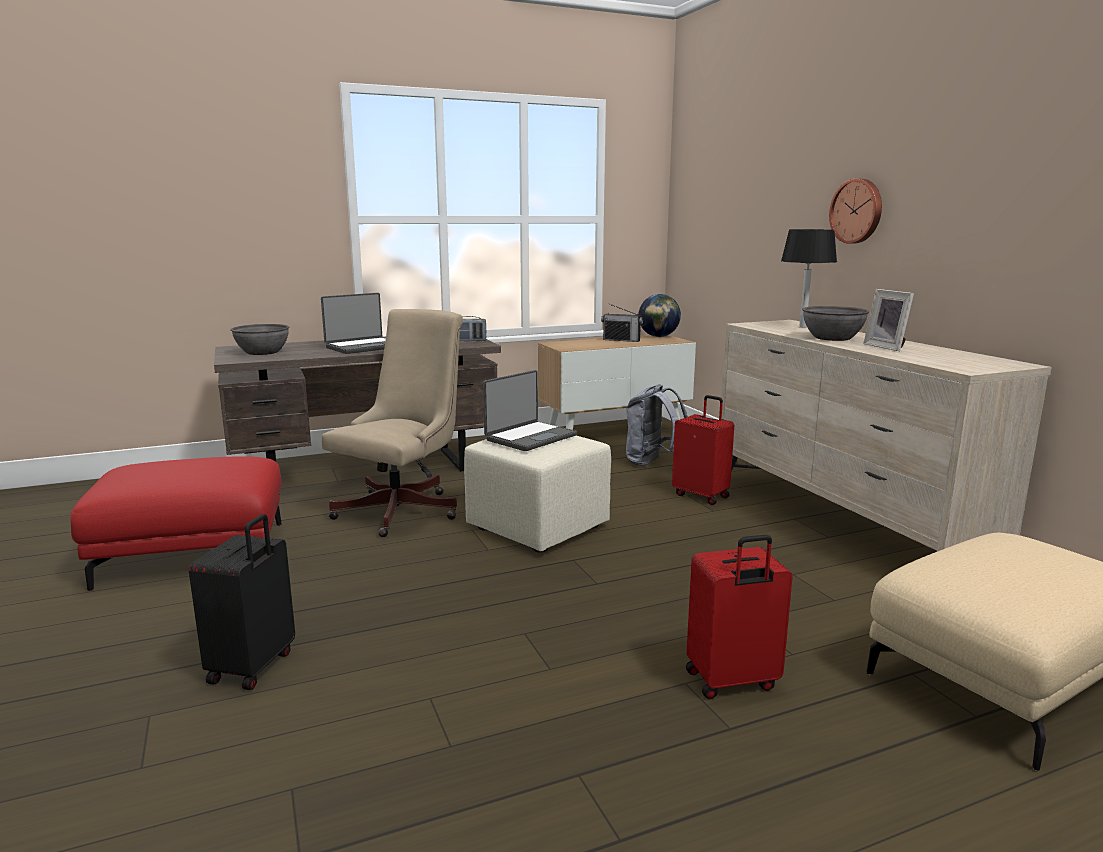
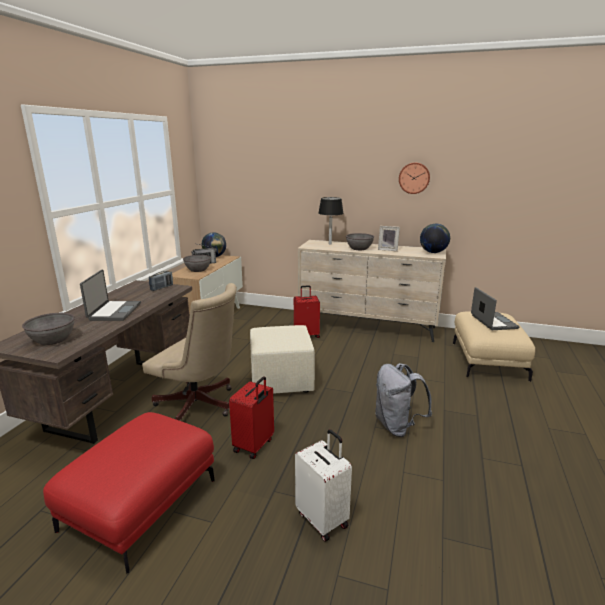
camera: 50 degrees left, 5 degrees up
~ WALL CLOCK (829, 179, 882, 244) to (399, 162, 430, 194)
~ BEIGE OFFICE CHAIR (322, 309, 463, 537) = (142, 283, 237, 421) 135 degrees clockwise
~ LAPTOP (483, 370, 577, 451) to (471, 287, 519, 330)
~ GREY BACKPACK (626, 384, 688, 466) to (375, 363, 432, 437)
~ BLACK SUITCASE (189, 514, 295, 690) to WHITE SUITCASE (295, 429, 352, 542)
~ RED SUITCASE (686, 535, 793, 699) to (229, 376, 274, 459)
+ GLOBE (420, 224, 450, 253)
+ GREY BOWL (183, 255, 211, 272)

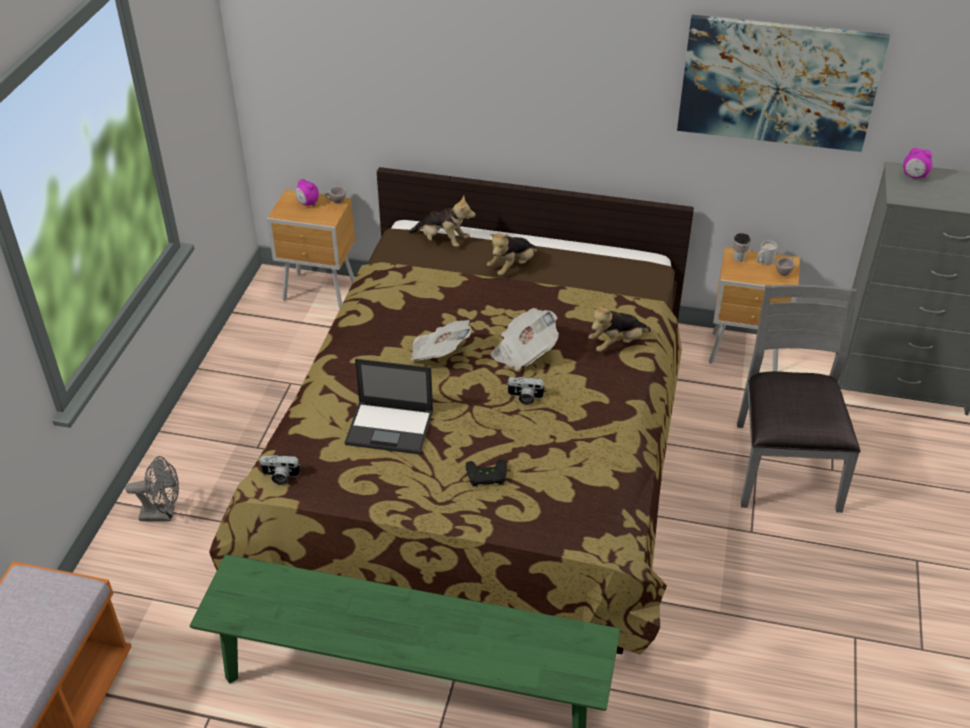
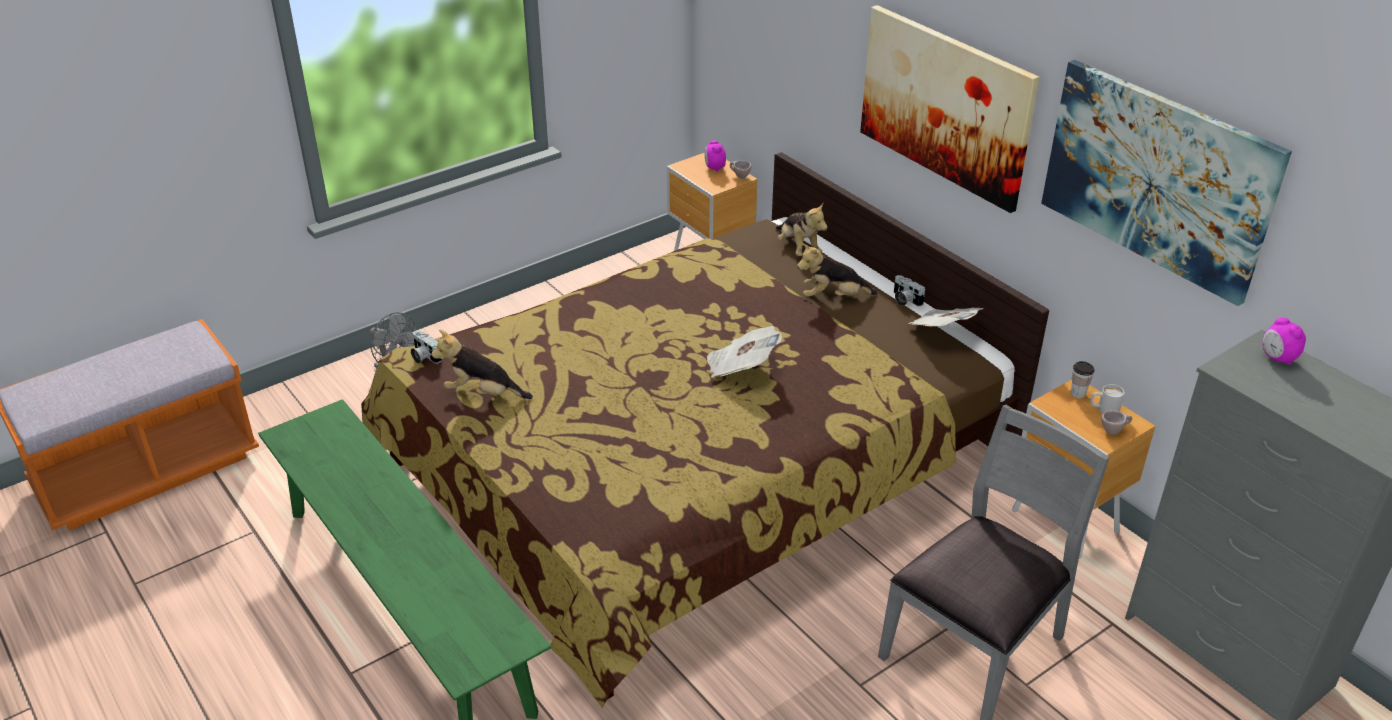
camera: 40 degrees right, 5 degrees down
~ PLUSH TOY (588, 306, 651, 352) to (432, 330, 533, 399)
~ NEWSPAPER (410, 320, 472, 361) to (908, 307, 984, 326)
- LAPTOP (344, 359, 433, 455)
~ PHOTO CAMERA (508, 377, 544, 405) to (894, 275, 925, 307)
- BLACK GAME CONTROLLER (466, 459, 507, 486)
+ PICTURE (860, 5, 1040, 213)

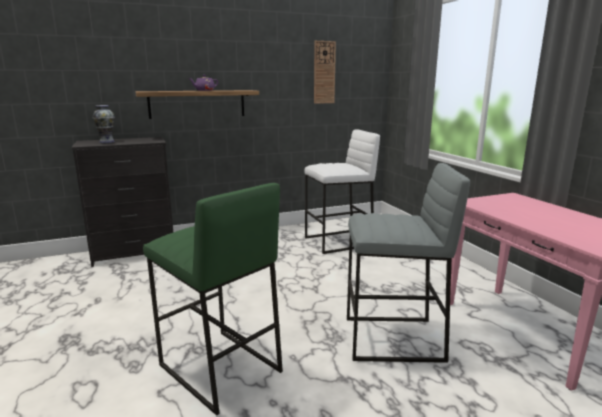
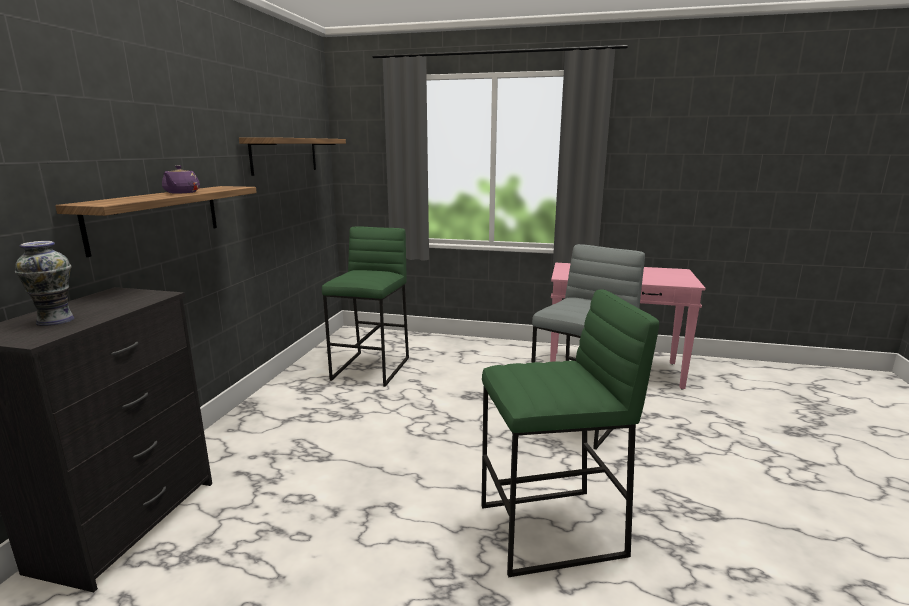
camera: 55 degrees left, 0 degrees up
~ WALL CLOCK (314, 41, 336, 104) to SHELF (239, 137, 346, 176)
~ WHITE STOOL (304, 130, 380, 254) to GREEN STOOL (322, 226, 409, 387)

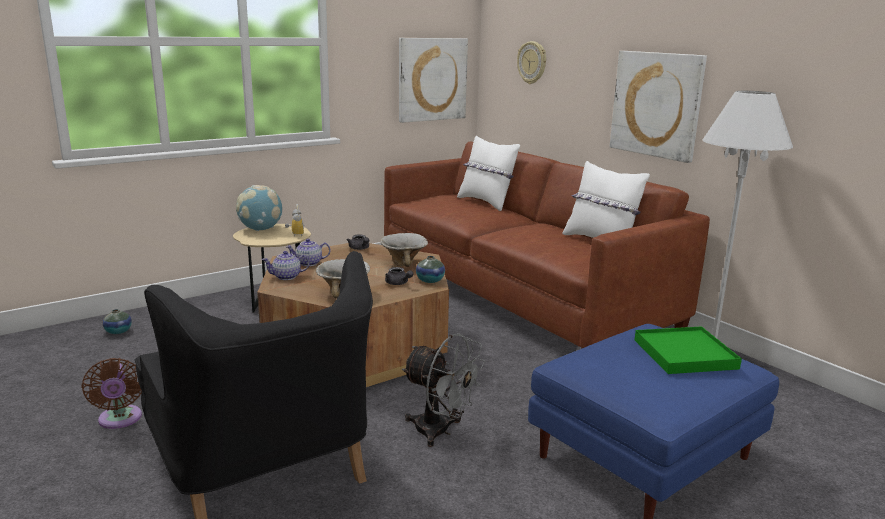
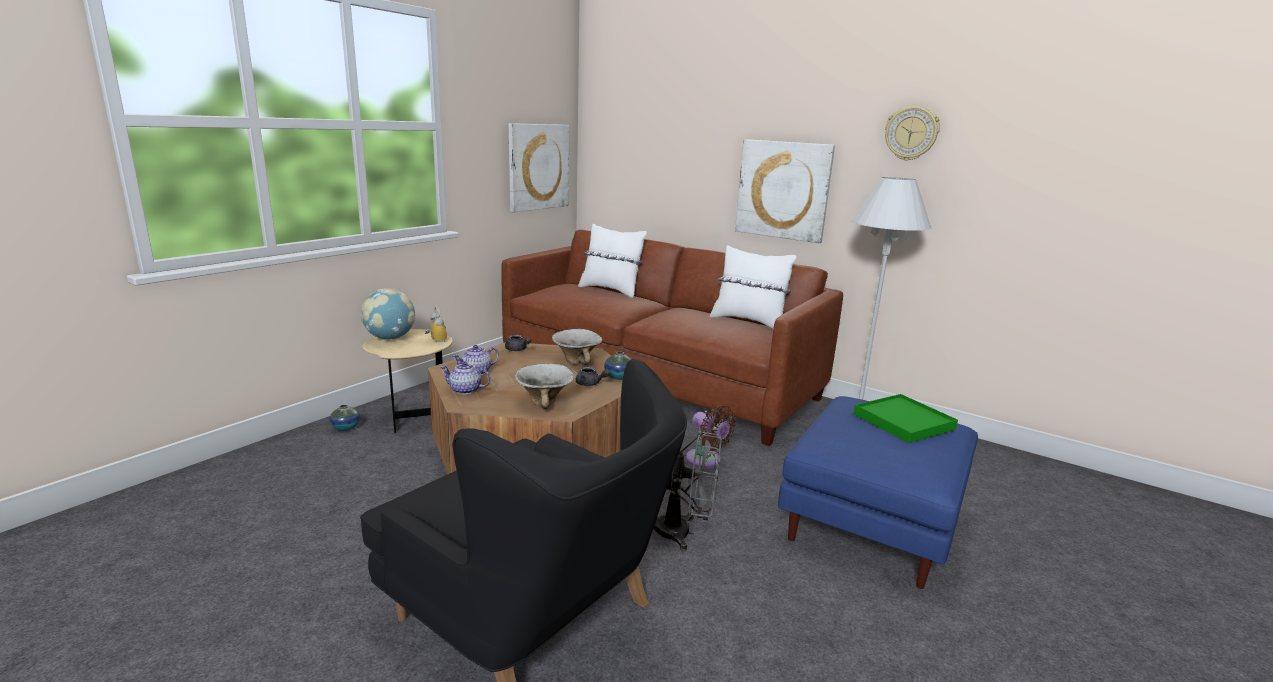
camera: 20 degrees left, 0 degrees up
~ WALL CLOCK (517, 41, 546, 84) to (885, 106, 940, 161)
~ TEAPOT (262, 251, 310, 280) = (440, 361, 491, 394) 45 degrees clockwise
~ VASE (102, 309, 132, 334) to (330, 405, 360, 431)
~ BROWN FAN (82, 358, 142, 429) to (686, 405, 736, 468)

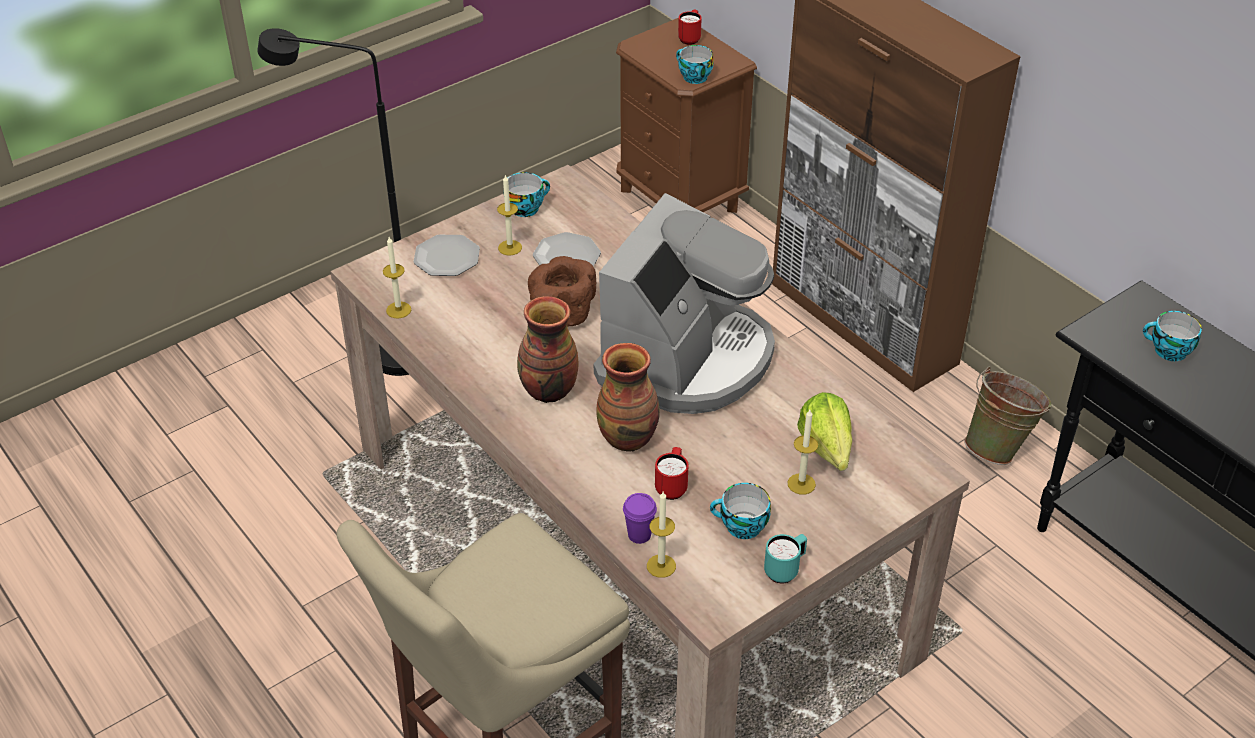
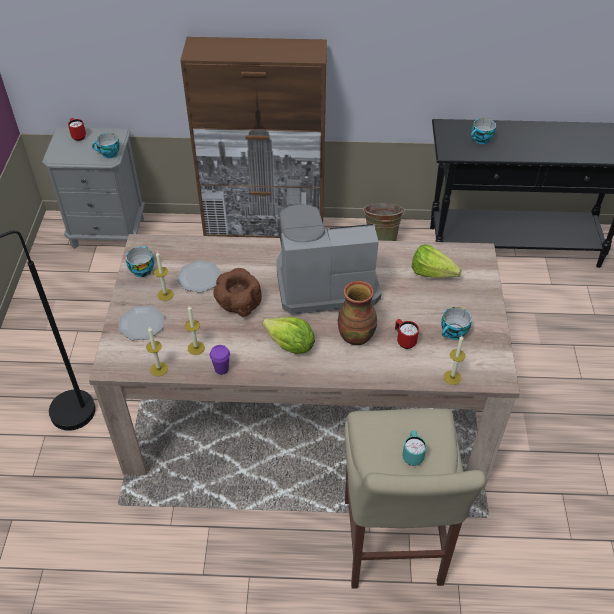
camera: 50 degrees left, 5 degrees up
~ BROWN NIGHTSTAND (616, 18, 757, 213) to GREY NIGHTSTAND (42, 127, 145, 249)
~ COFFEE MACHINE (594, 193, 775, 414) = (276, 205, 381, 315) 75 degrees counterclockwise
~ VASE (517, 296, 579, 403) to LETTUCE (262, 317, 315, 354)
~ CANDLE (787, 410, 818, 495) to (185, 306, 205, 355)
~ PURPLE CUP (623, 493, 657, 544) to (210, 345, 230, 375)
~ TURQUOISE MUG (764, 534, 807, 583) to (402, 430, 427, 466)

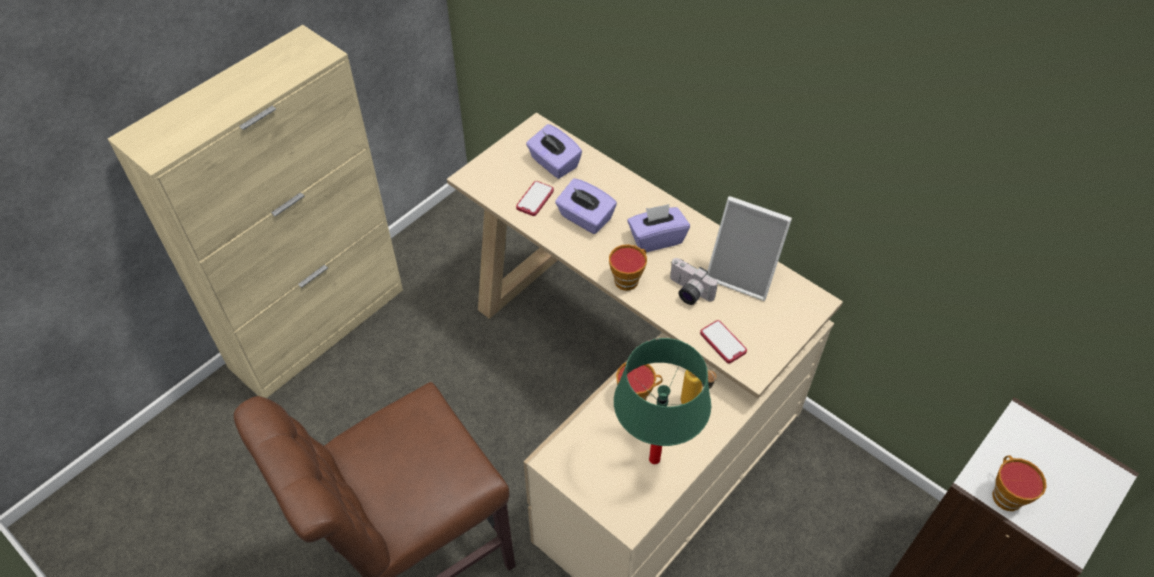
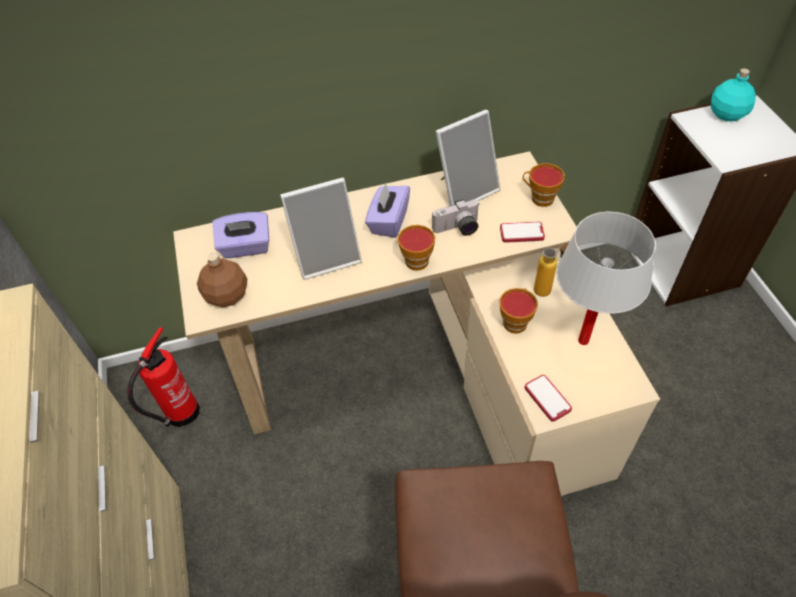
camera: 55 degrees left, 0 degrees up
~ PURPLE TISSUE BOX (555, 178, 617, 234) to PICTURE FRAME (280, 177, 362, 280)
~ PHONE (516, 181, 554, 216) to (524, 375, 572, 422)
~ GREEN TABLE LAMP (614, 338, 711, 464) to WHITE TABLE LAMP (556, 212, 656, 345)
~ CUP (992, 455, 1047, 511) to (523, 163, 565, 207)
+ TURQUOISE BOTTLE (711, 68, 756, 121)
+ BROWN BOTTLE (197, 253, 247, 307)
+ FIRE EXTINGUISHER (127, 327, 200, 427)

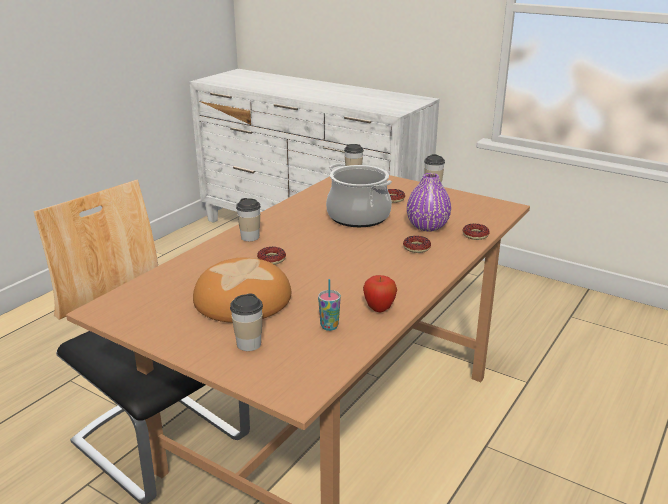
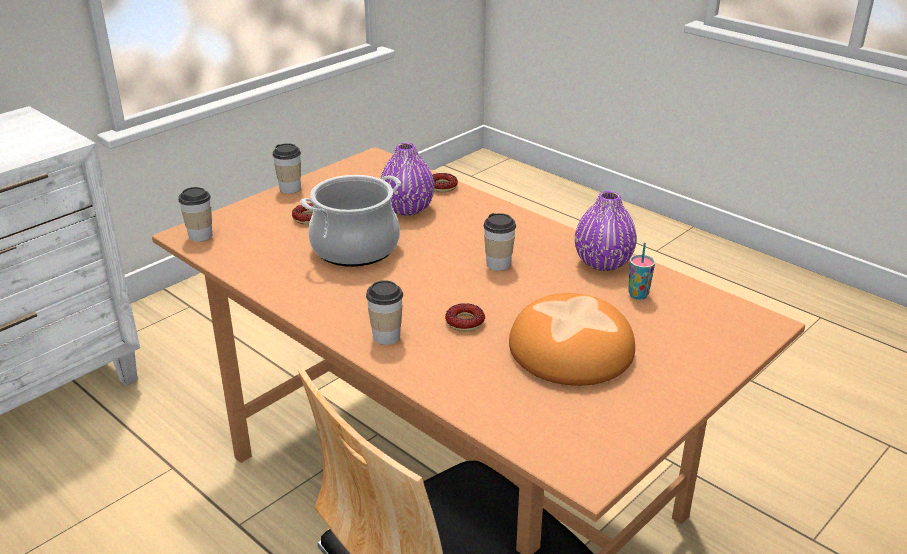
camera: 80 degrees left, 5 degrees up
- DONUT (403, 236, 431, 253)
~ APPLE (363, 275, 397, 312) to PURPLE VASE (575, 191, 637, 271)
~ CUP (230, 293, 263, 351) to (483, 213, 516, 271)

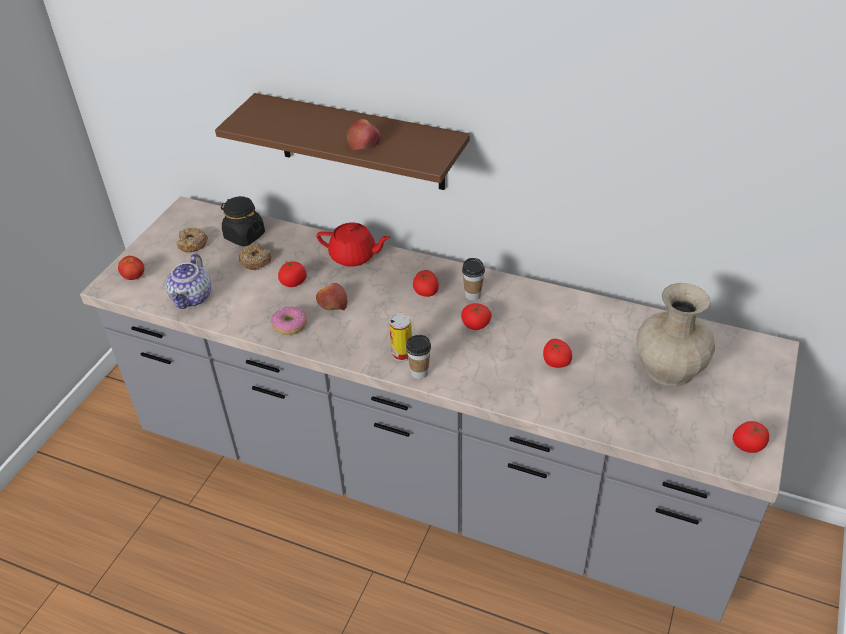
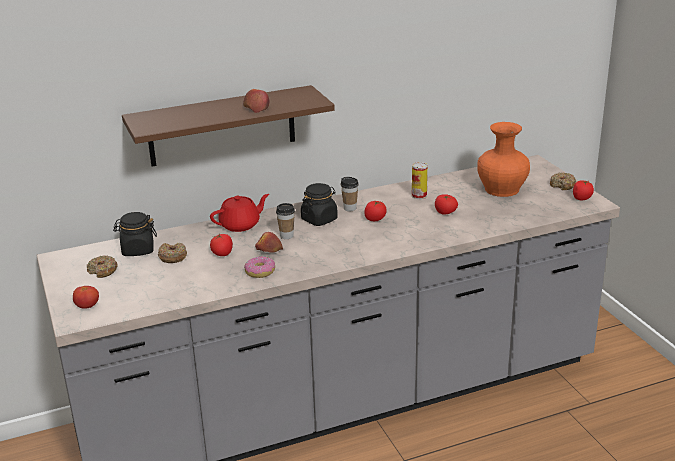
camera: 45 degrees left, 15 degrees down
- TEAPOT (166, 253, 211, 309)
~ TOMATO (413, 270, 439, 297) to BLACK JAR (301, 183, 338, 226)
~ BEIGE VASE (637, 283, 715, 387) to ORANGE VASE (477, 122, 530, 197)
~ CAN (389, 313, 412, 361) to (412, 162, 428, 199)
~ CUP (406, 335, 431, 379) to (276, 203, 295, 239)
+ DONUT (550, 172, 576, 190)

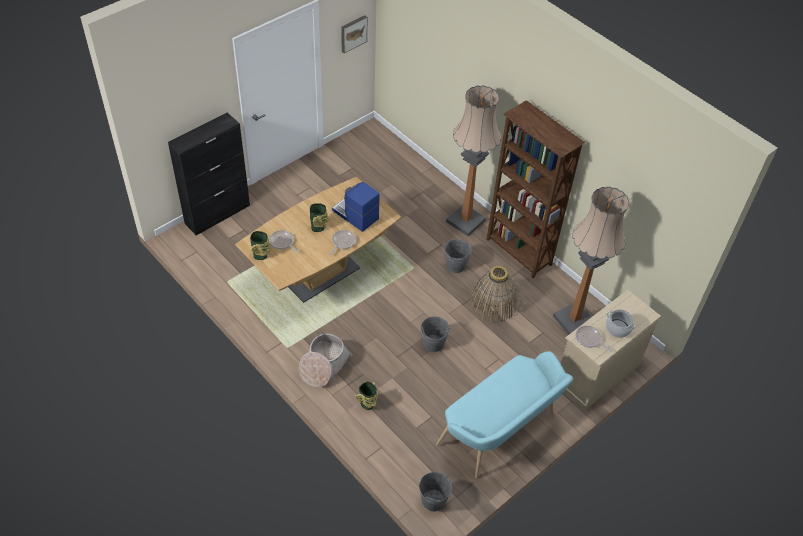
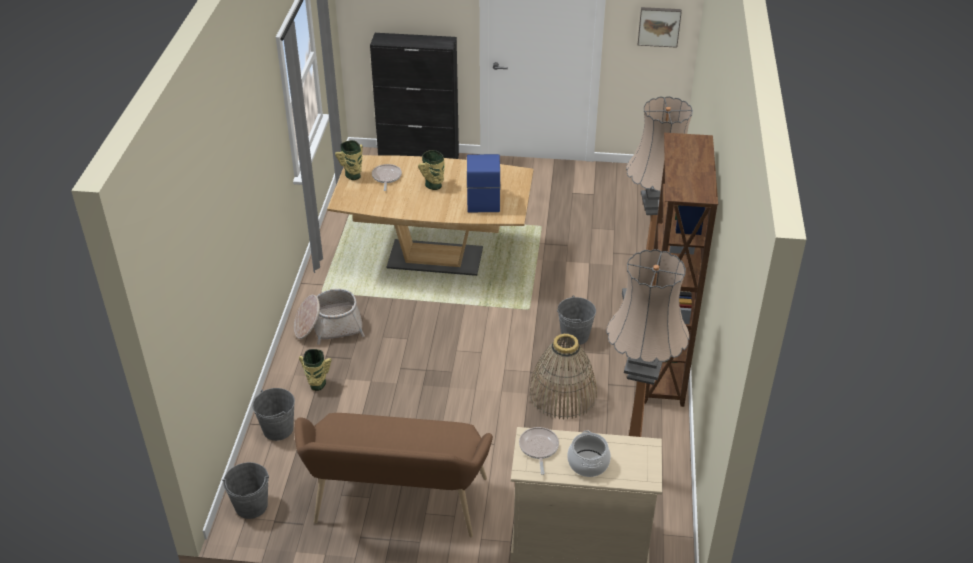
camera: 50 degrees right, 10 degrees down
- FRYING PAN (329, 230, 356, 255)
~ GREY BUCKET (420, 316, 450, 352) to (252, 388, 295, 441)
~ TURQUOISE BENCH (436, 351, 573, 479) to BROWN BENCH (294, 413, 493, 537)

